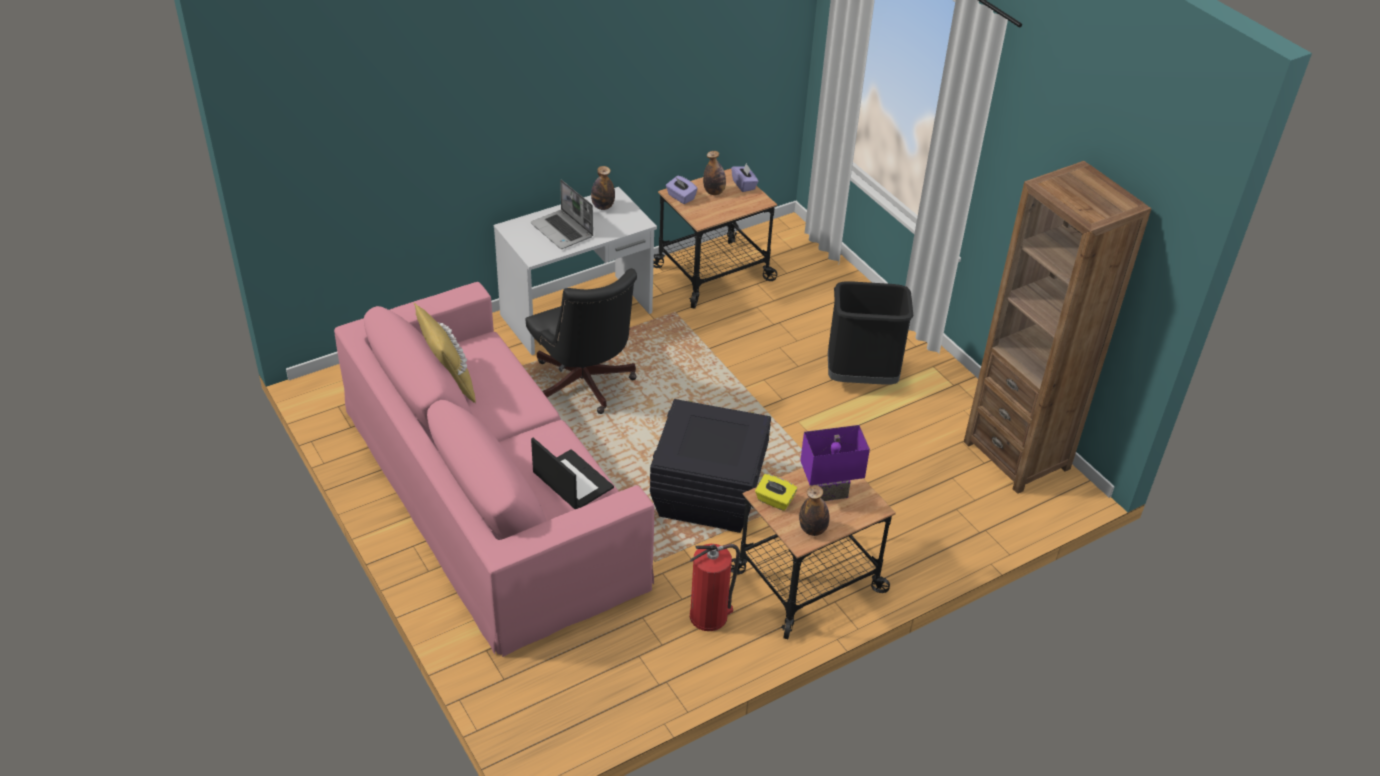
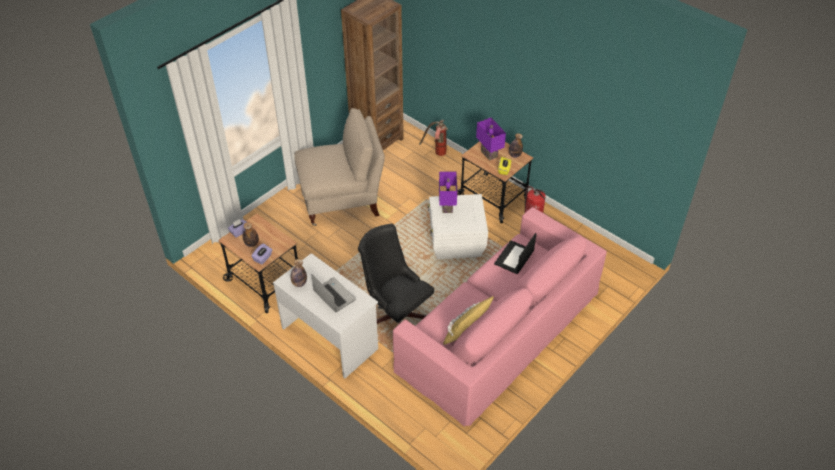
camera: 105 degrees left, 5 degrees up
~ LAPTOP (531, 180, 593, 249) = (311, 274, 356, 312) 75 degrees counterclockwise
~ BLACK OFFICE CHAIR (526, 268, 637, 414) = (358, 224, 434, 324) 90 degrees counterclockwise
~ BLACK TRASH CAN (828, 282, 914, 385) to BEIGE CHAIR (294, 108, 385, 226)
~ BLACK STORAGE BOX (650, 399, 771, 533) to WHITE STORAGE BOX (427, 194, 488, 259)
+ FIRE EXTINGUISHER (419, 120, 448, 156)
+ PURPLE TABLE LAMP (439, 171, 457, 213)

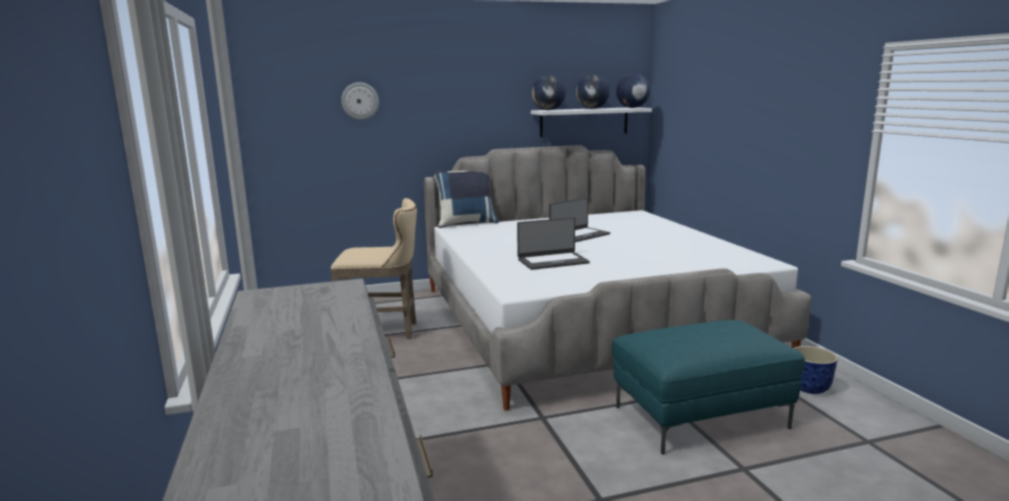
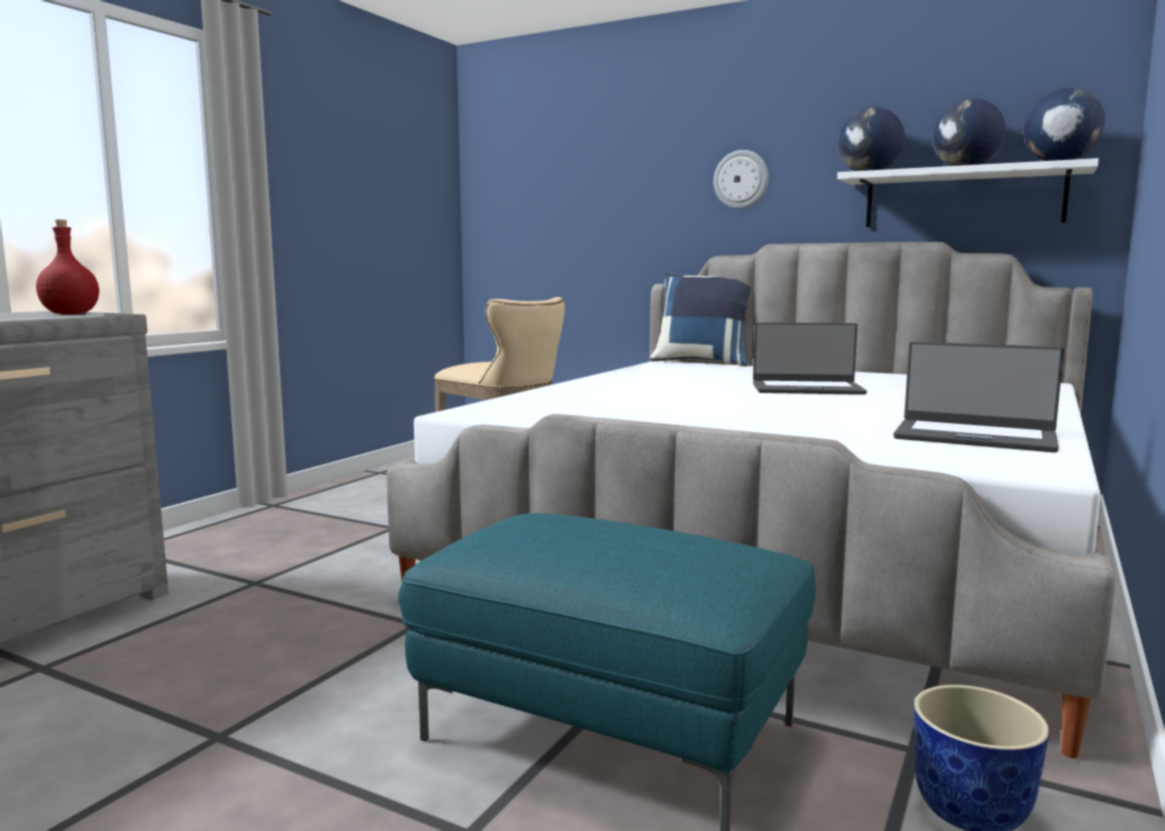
camera: 45 degrees right, 5 degrees down
~ WALL CLOCK (341, 82, 379, 120) to (714, 150, 769, 209)
~ LAPTOP (517, 217, 590, 270) to (893, 341, 1064, 453)
+ RED BOTTLE (36, 219, 99, 314)

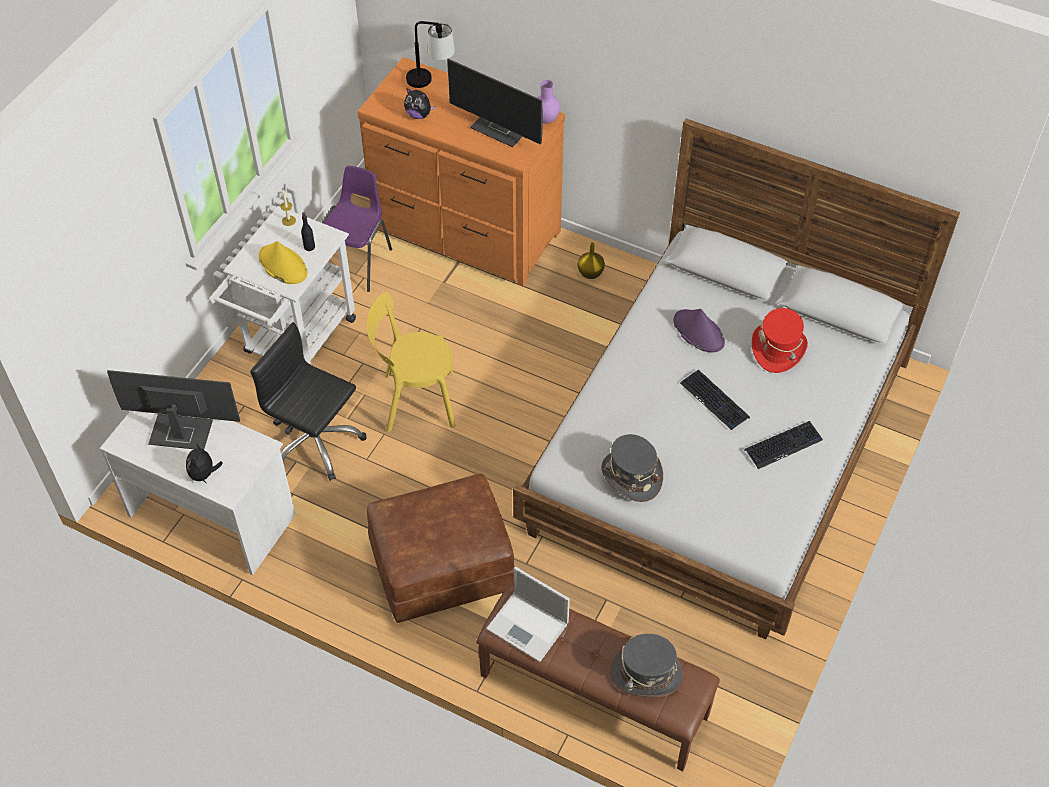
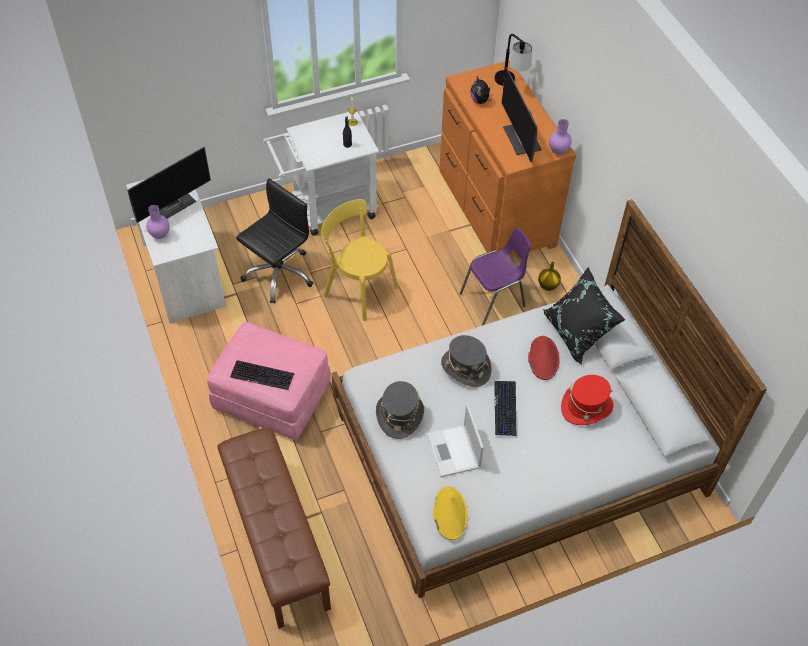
camera: 40 degrees right, 0 degrees up
~ PURPLE CHAIR (321, 166, 392, 292) to (460, 227, 532, 326)
~ YELLOW HAT (259, 241, 308, 284) to (433, 486, 468, 540)
~ PURPLE HAT (673, 309, 725, 352) to RED HAT (528, 336, 560, 380)
~ BLACK OFFICE CHAIR (250, 322, 366, 481) = (236, 178, 313, 303) 60 degrees clockwise
~ MONITOR (107, 370, 240, 450) = (128, 147, 211, 223) 90 degrees clockwise
~ KEYBOARD (744, 421, 823, 469) to (230, 360, 294, 390)
~ PLUSH TOY (186, 443, 223, 484) to PURPLE VASE (146, 205, 170, 239)
~ BROWN OTTOMAN (367, 474, 515, 623) to PINK OTTOMAN (207, 322, 331, 441)
~ LAPTOP (486, 566, 570, 662) to (427, 404, 484, 477)
~ GREY HAT (610, 634, 683, 697) to (441, 335, 492, 387)
+ BLACK PILLOW (543, 267, 625, 365)

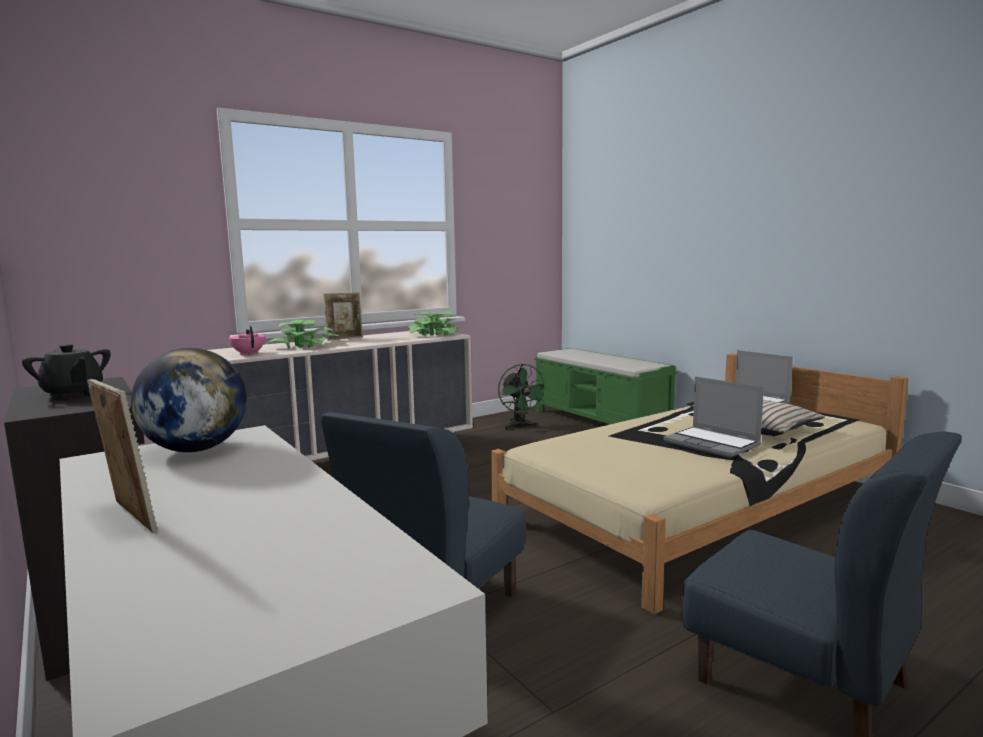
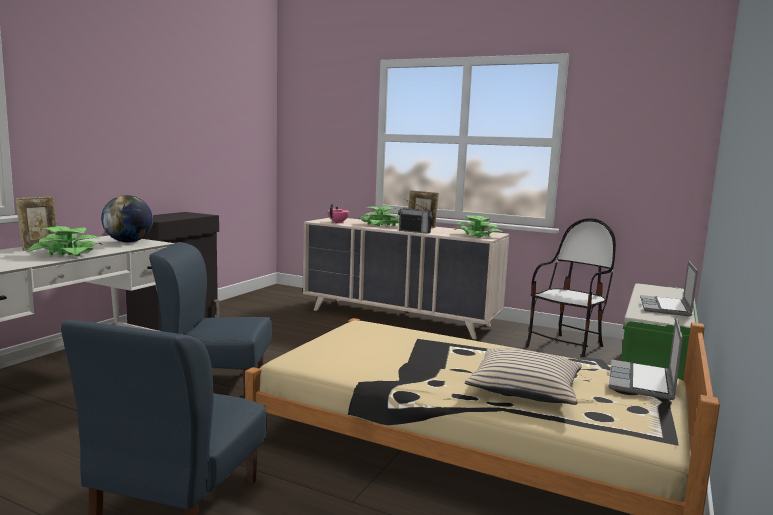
camera: 60 degrees right, 0 degrees up
- BLACK TEAPOT (22, 344, 111, 400)
~ GREEN FAN (498, 364, 548, 430) to CHAIR (526, 218, 616, 357)
~ LAPTOP (663, 377, 764, 458) to (640, 260, 698, 316)
+ RADIO (398, 199, 433, 234)
+ POTTED PLANT (27, 226, 102, 256)

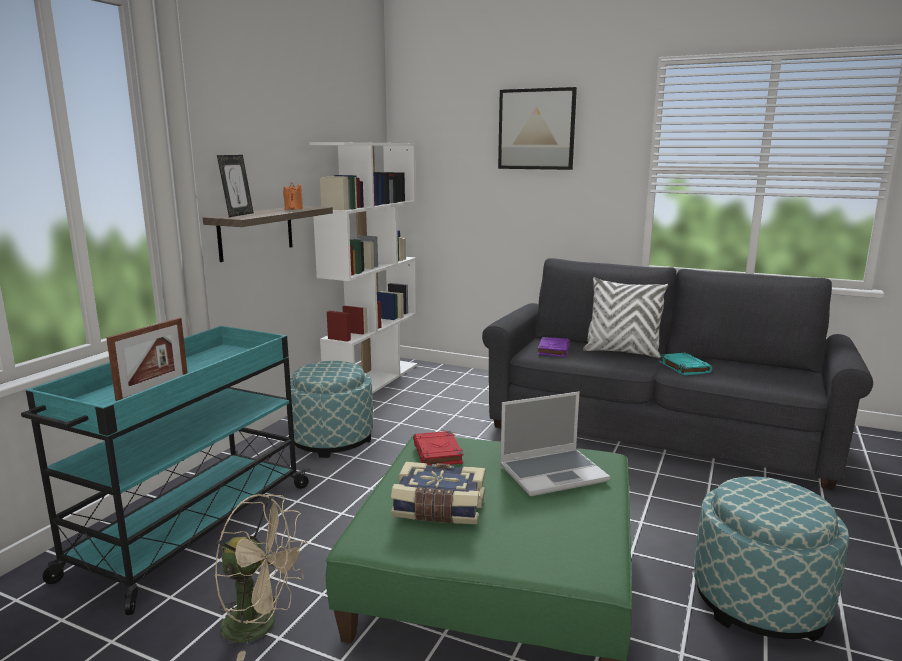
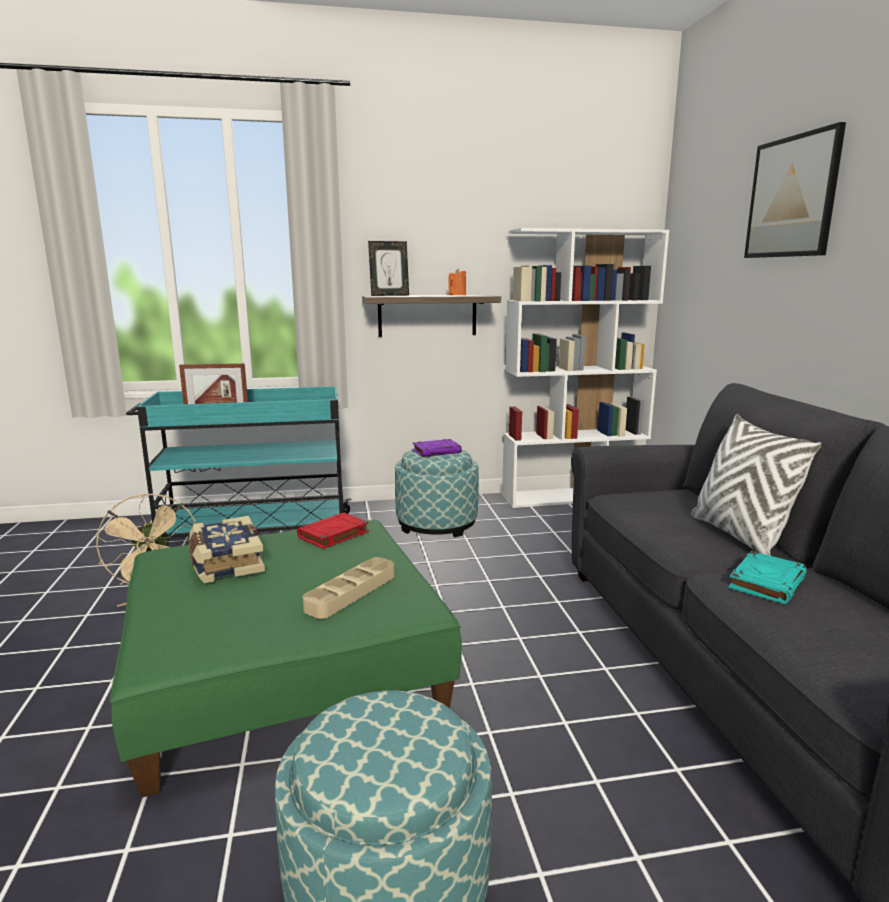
camera: 55 degrees right, 0 degrees up
~ PURPLE BOOK (538, 337, 570, 357) to (413, 439, 462, 457)
~ LAPTOP (500, 392, 610, 496) to BEIGE TRAY (303, 557, 395, 619)

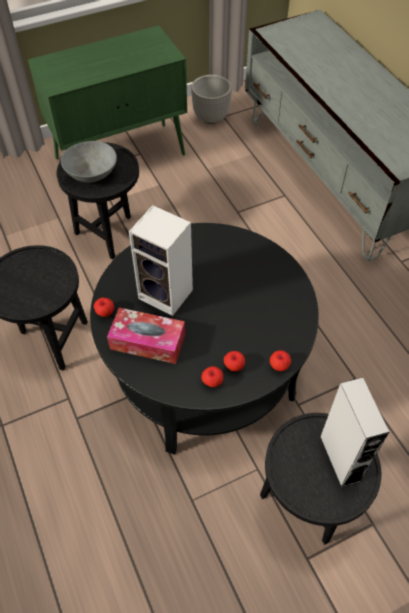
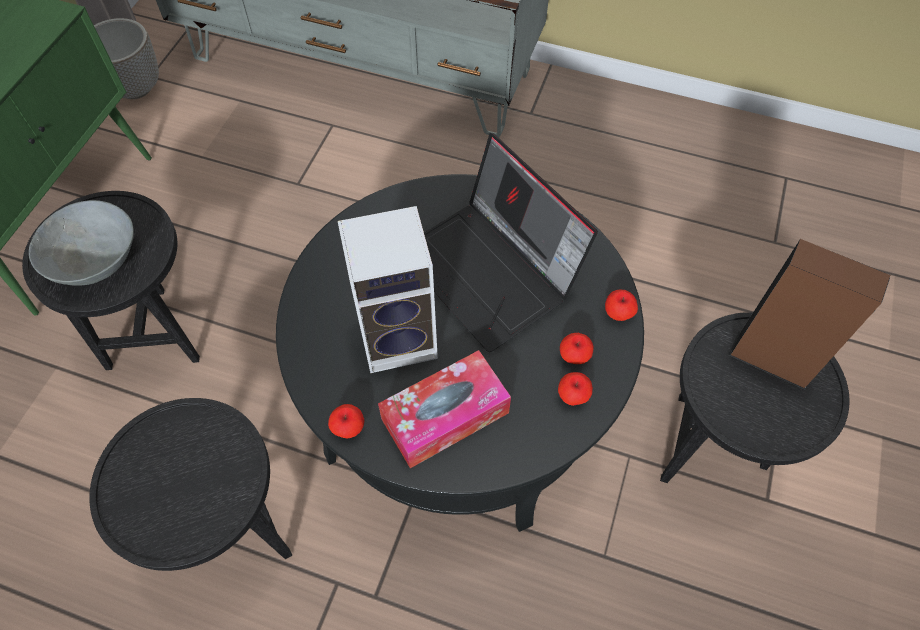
camera: 45 degrees left, 5 degrees up
~ GREY SPEAKER (320, 377, 390, 488) to BROWN SPEAKER (729, 239, 890, 390)
+ LAPTOP (424, 133, 598, 352)

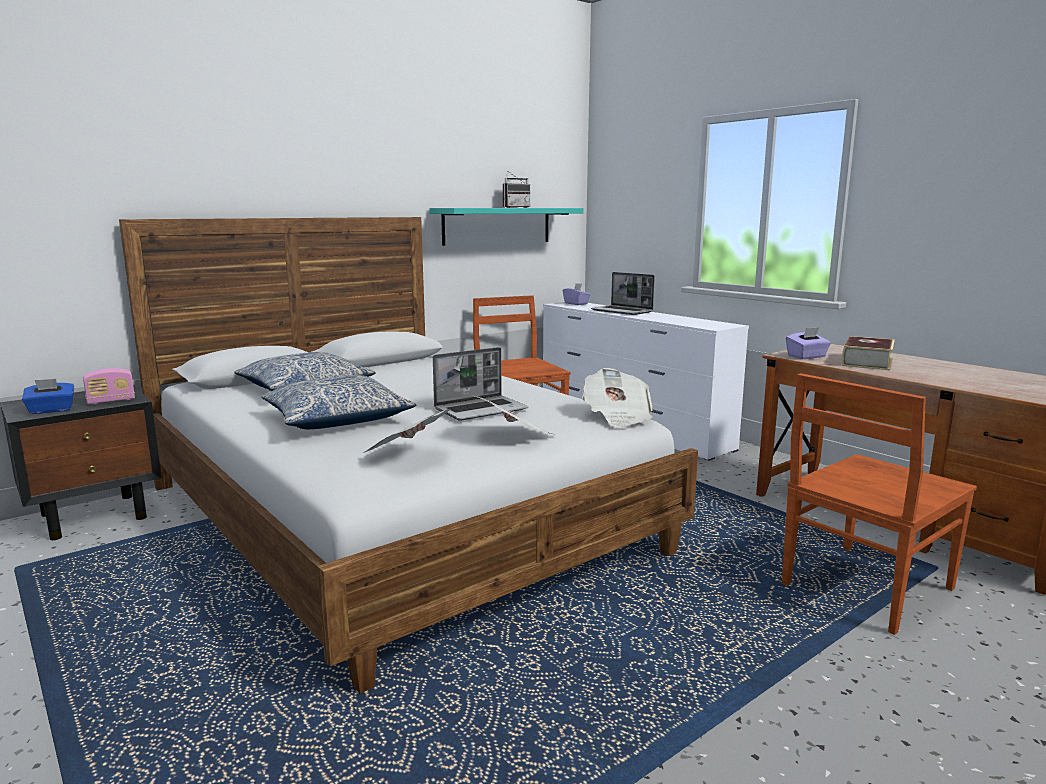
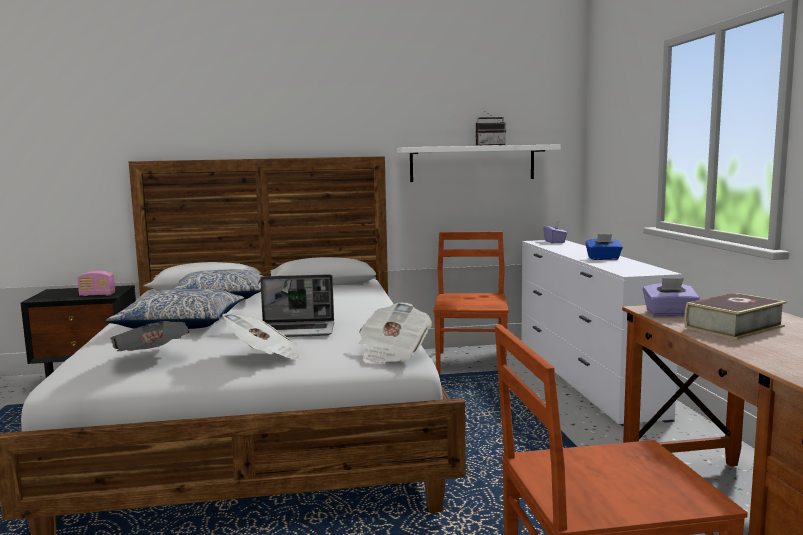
camera: 30 degrees right, 5 degrees down
~ TURQUOISE SHELF (429, 208, 584, 246) to WHITE SHELF (397, 144, 561, 182)
- LAPTOP (591, 272, 655, 315)
~ BLUE TISSUE BOX (22, 379, 74, 414) to (585, 234, 623, 260)

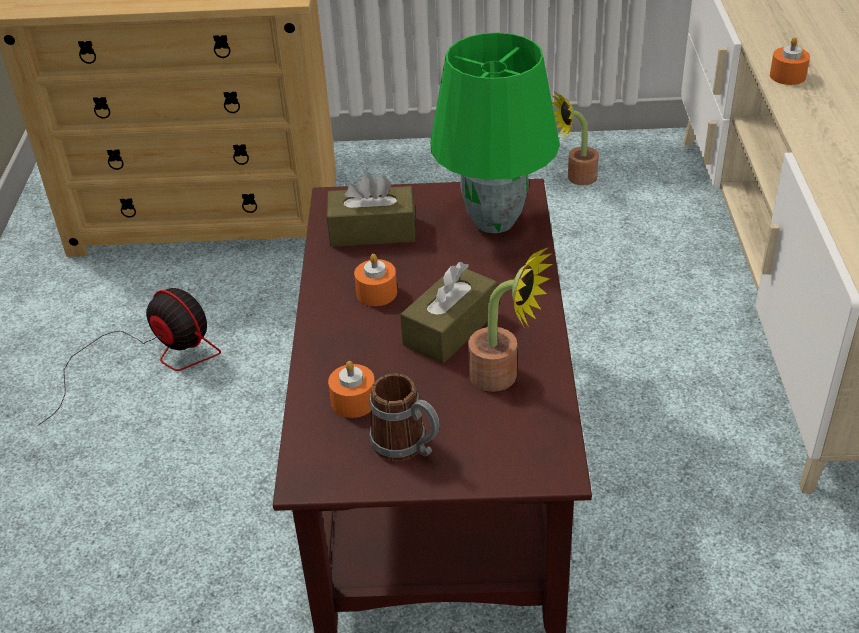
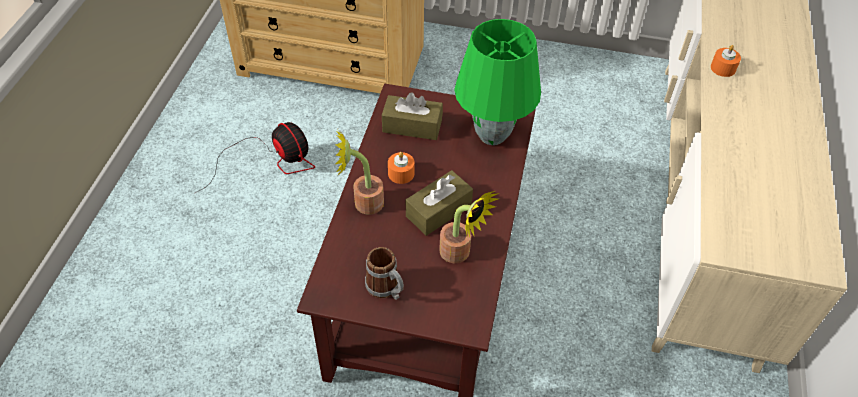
camera: 10 degrees right, 10 degrees up
~ POTTED PLANT (551, 91, 599, 185) to (335, 130, 384, 215)
- ORANGE CANDLE (328, 361, 375, 418)

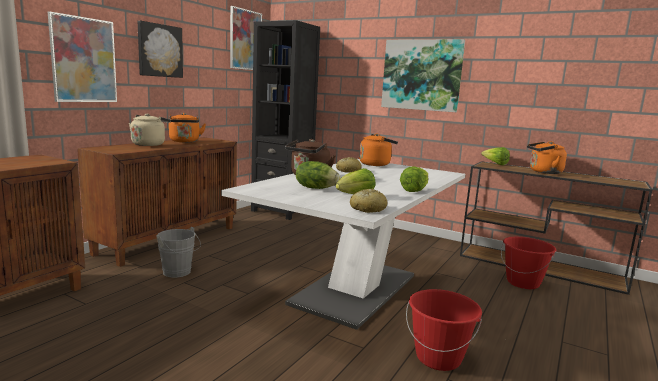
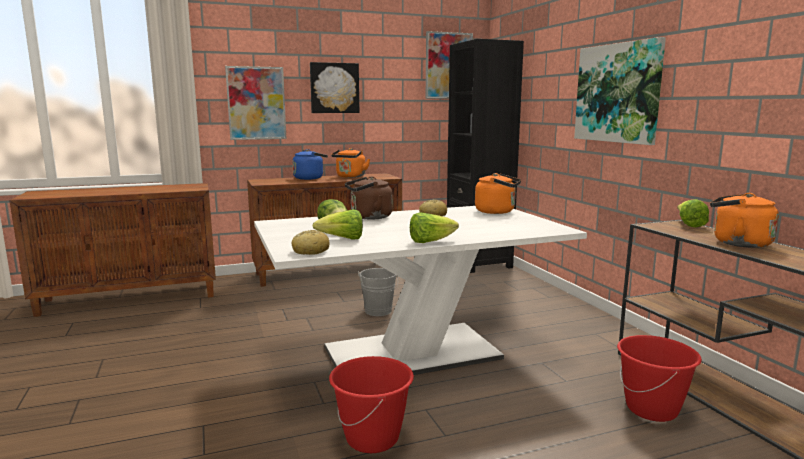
camera: 40 degrees right, 0 degrees up
~ BEIGE KETTLE (129, 114, 171, 146) to BLUE KETTLE (292, 149, 328, 180)
~ GREY BUCKET (157, 227, 201, 278) to (358, 268, 398, 316)

